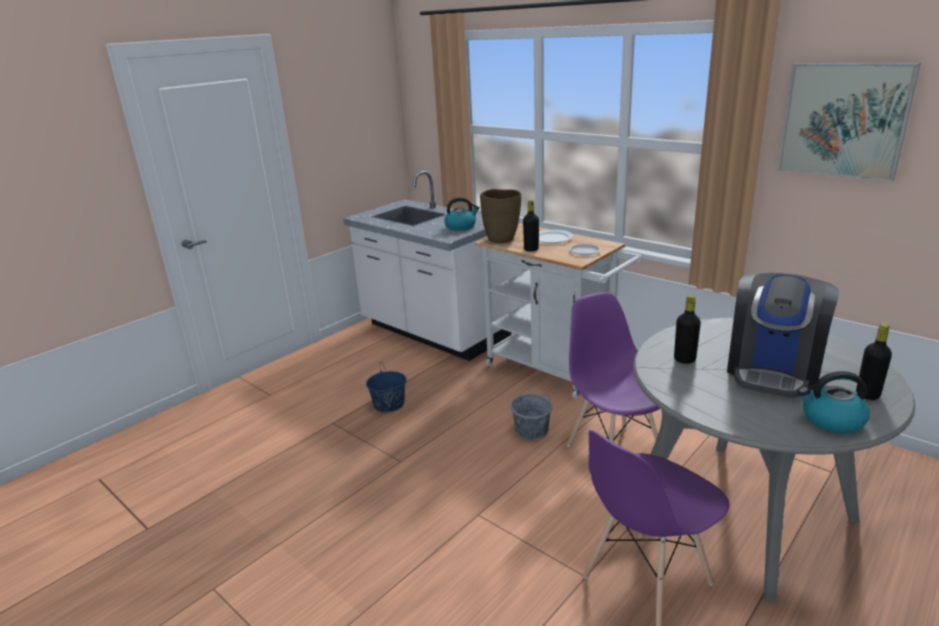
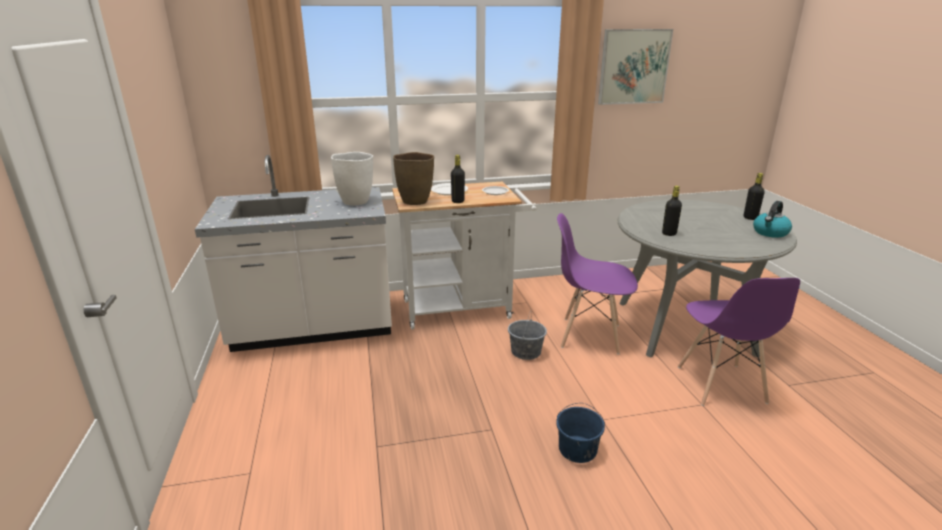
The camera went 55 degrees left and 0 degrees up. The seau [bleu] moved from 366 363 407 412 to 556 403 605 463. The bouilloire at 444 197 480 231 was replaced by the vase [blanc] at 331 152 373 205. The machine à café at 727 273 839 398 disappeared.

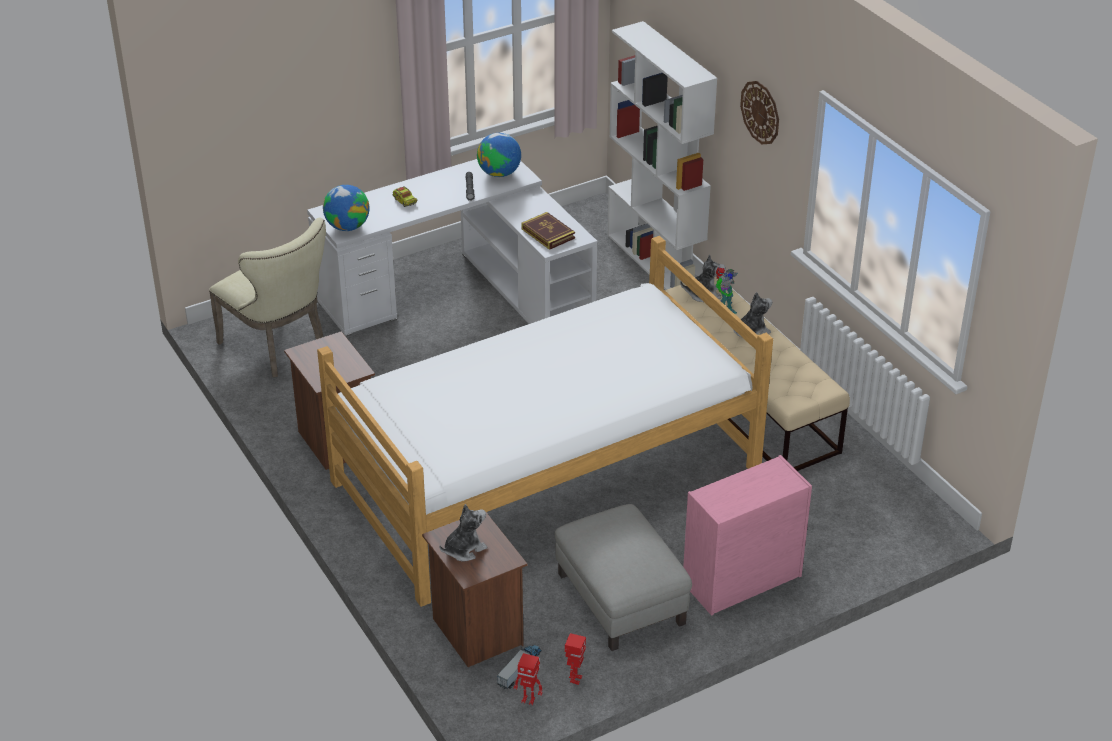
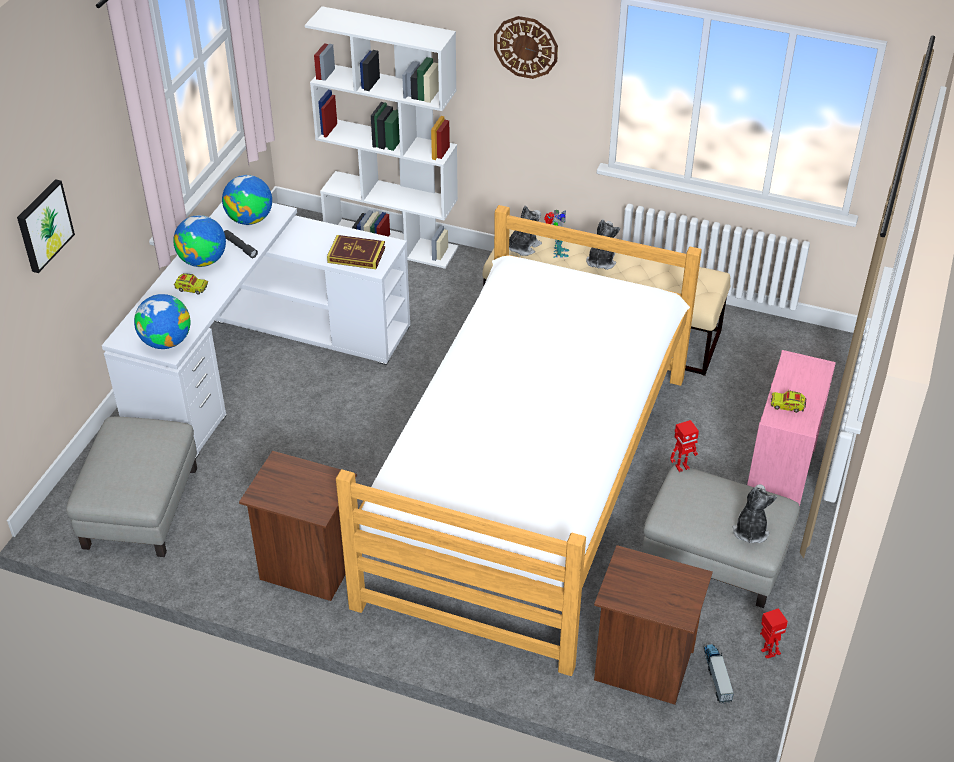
The camera went 40 degrees left and 5 degrees up. The chaise [beige] at 209 217 326 377 was replaced by the pouf [gris] at 66 417 197 557. The peluche moved from 439 504 487 561 to 732 484 777 543. The robot jouet moved from 513 653 543 705 to 670 420 699 472. The tableau at 17 179 75 273 appeared. The globe at 173 215 226 267 appeared. The camion jouet at 771 389 806 413 appeared.

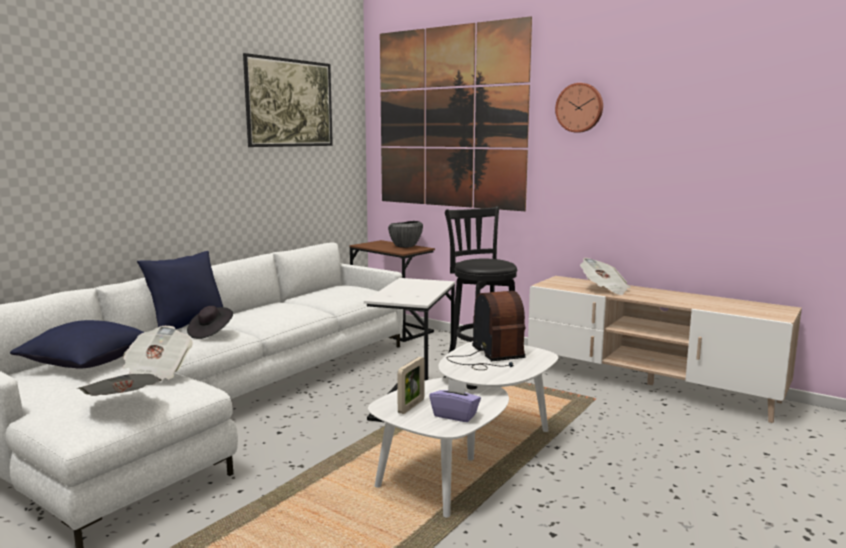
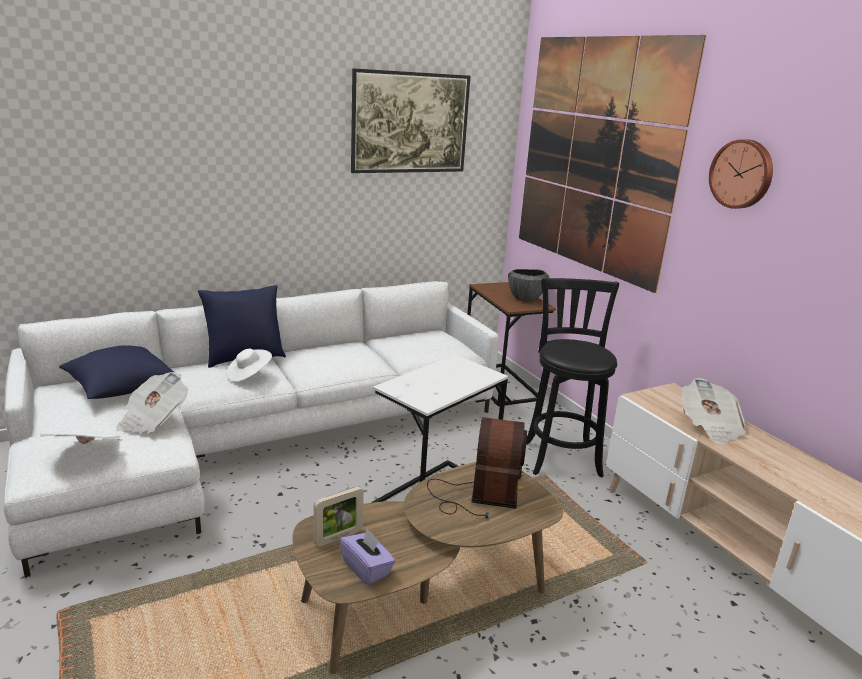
The camera went 25 degrees right and 10 degrees up. The chapeau [noir] at 187 306 233 339 became the chapeau [blanc] at 226 349 272 382. The table basse [blanc] at 368 341 558 518 became the table basse [marron] at 292 462 563 674.

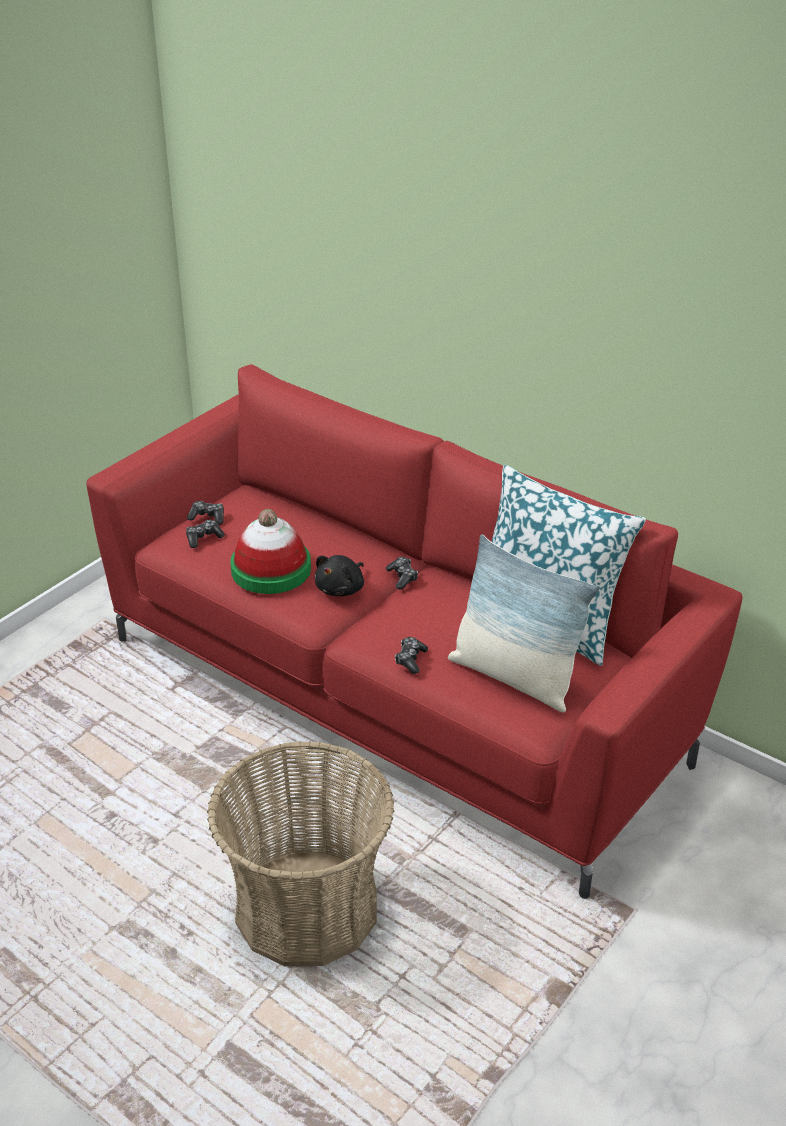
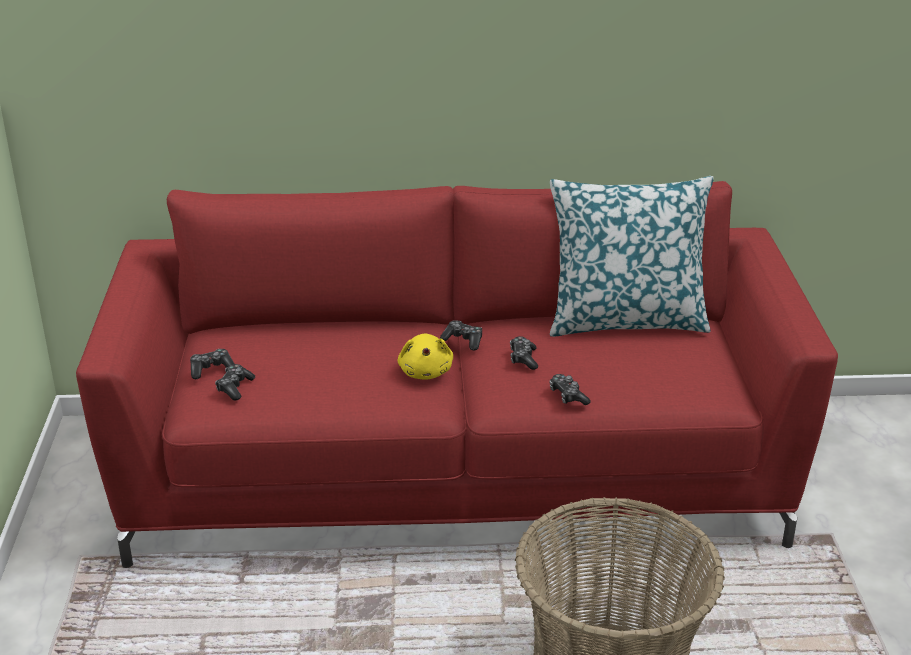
The camera went 40 degrees left and 5 degrees down. The chapeau at 231 509 311 594 disappeared. The peluche [noir] at 315 555 364 596 became the peluche [jaune] at 398 334 453 380. The coussin at 448 535 600 713 disappeared. The manette at 510 336 538 370 appeared.

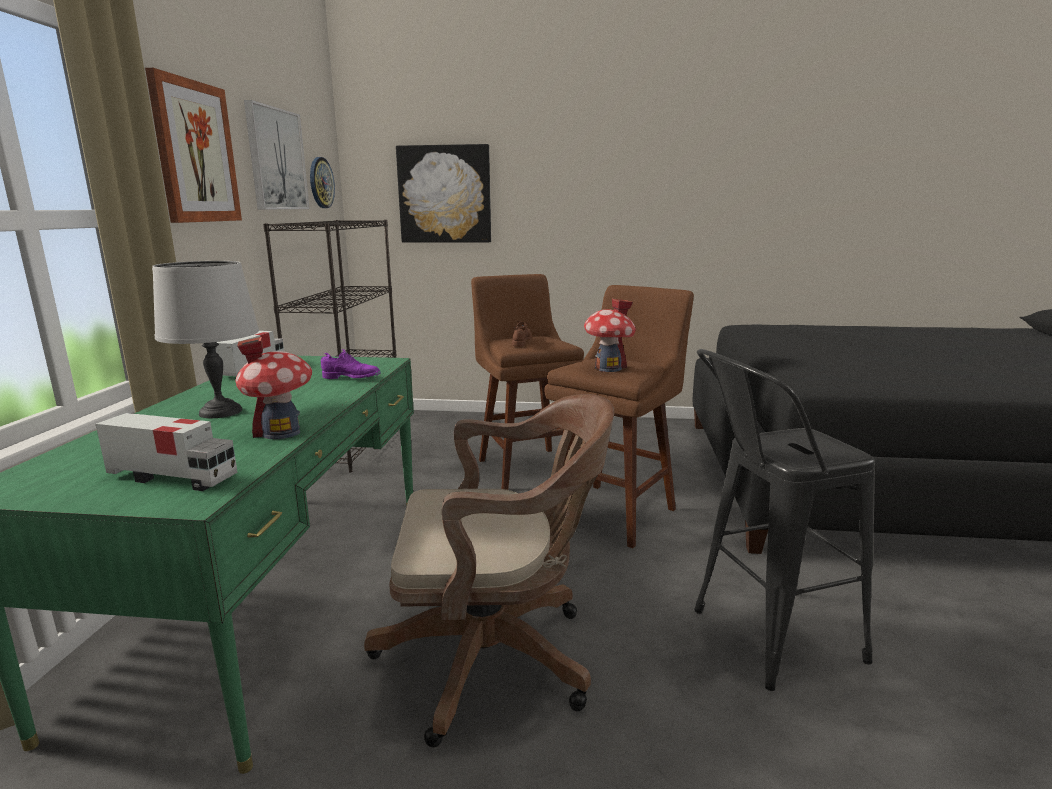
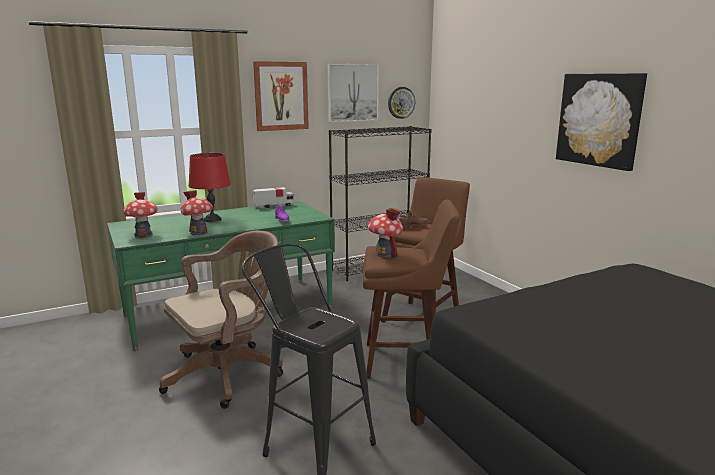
The camera went 55 degrees right and 0 degrees up. The camion jouet at 96 413 238 491 was replaced by the maison miniature at 123 192 158 238. The lampe de table [gris] at 152 261 259 418 became the lampe de table [rouge] at 189 153 231 222. The chaise de bureau [marron] at 364 394 614 747 turned 90 degrees counterclockwise. The tableau moved from 396 144 491 243 to 556 73 647 171.

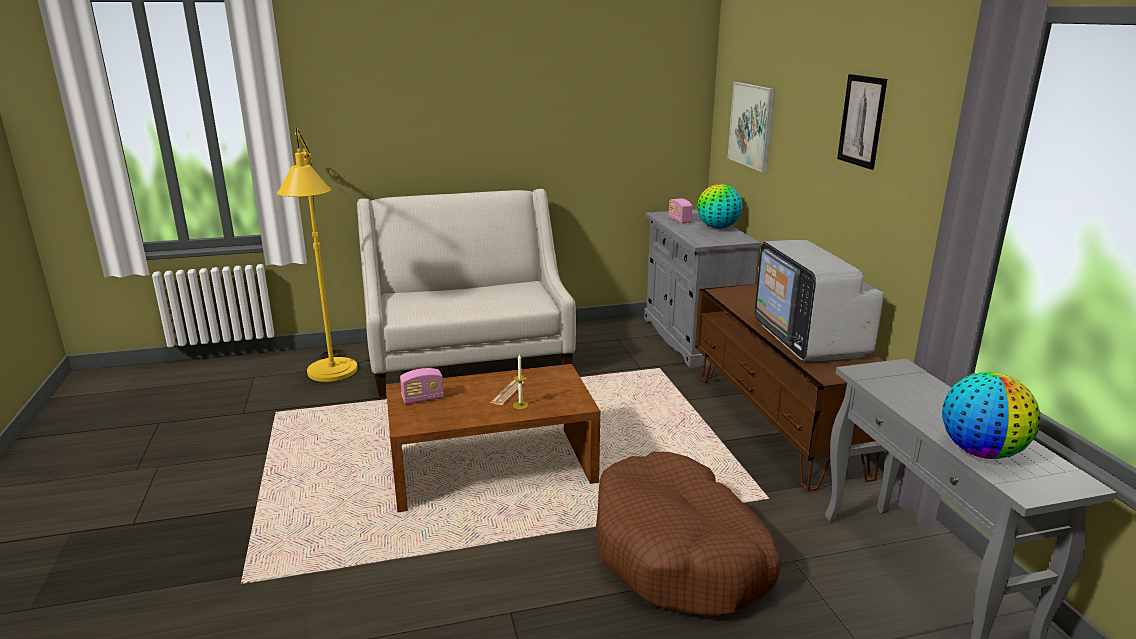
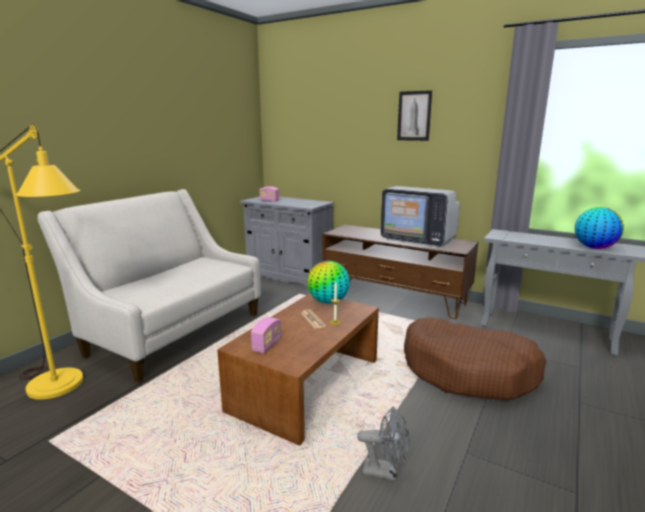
The camera went 45 degrees left and 5 degrees down. The globe moved from 697 184 742 229 to 307 261 350 303. The tableau at 728 82 775 172 disappeared. The ventilateur [gris] at 357 407 410 481 appeared.

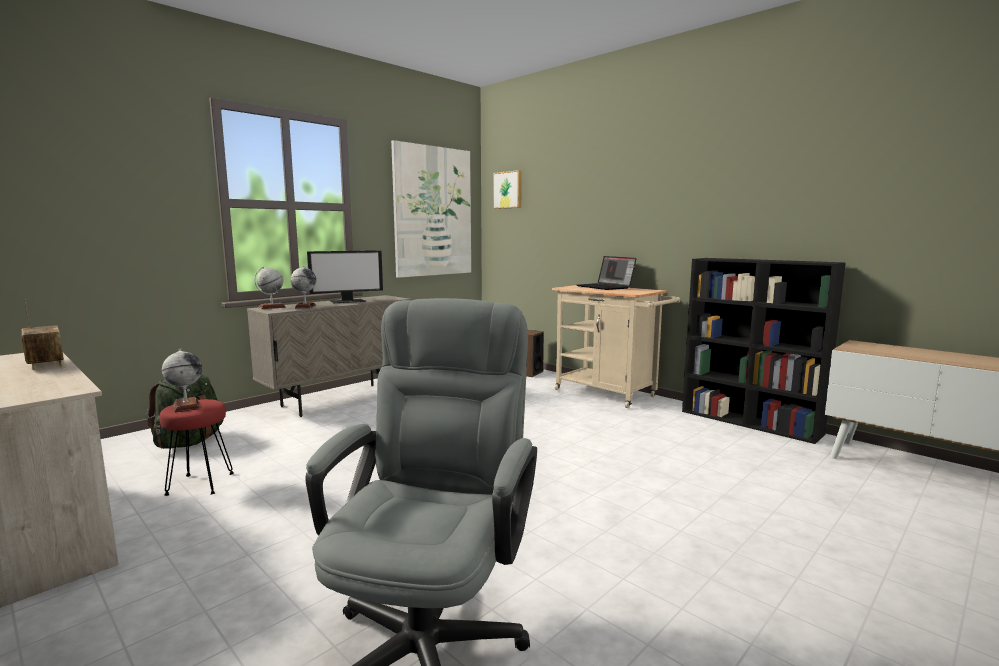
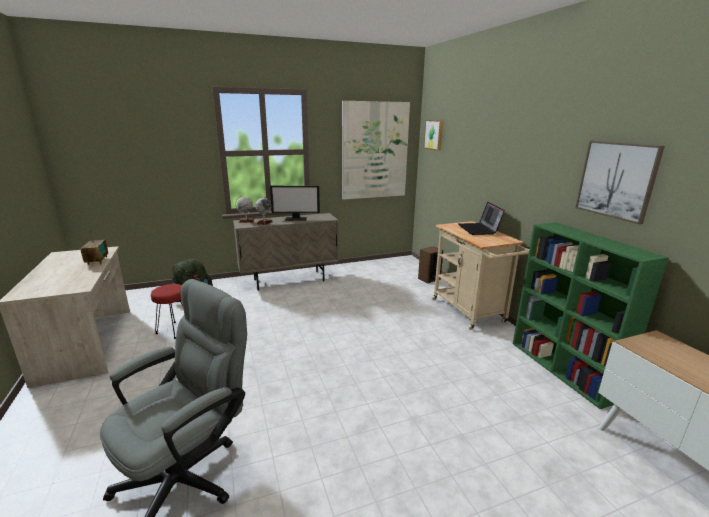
The camera went 25 degrees right and 10 degrees up. The globe at 162 349 202 412 disappeared. The bibliothèque [noir] at 682 258 846 444 became the bibliothèque [vert] at 513 222 669 409. The tableau at 575 141 665 224 appeared.

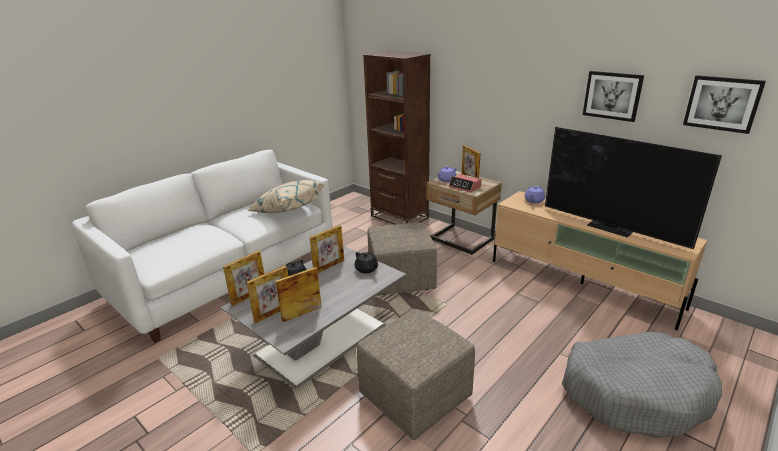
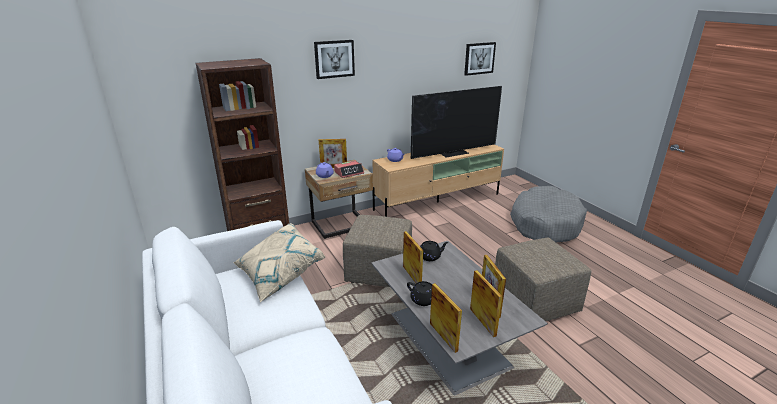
The camera went 70 degrees left and 0 degrees up. The tableau moved from 583 71 644 122 to 314 40 355 79.

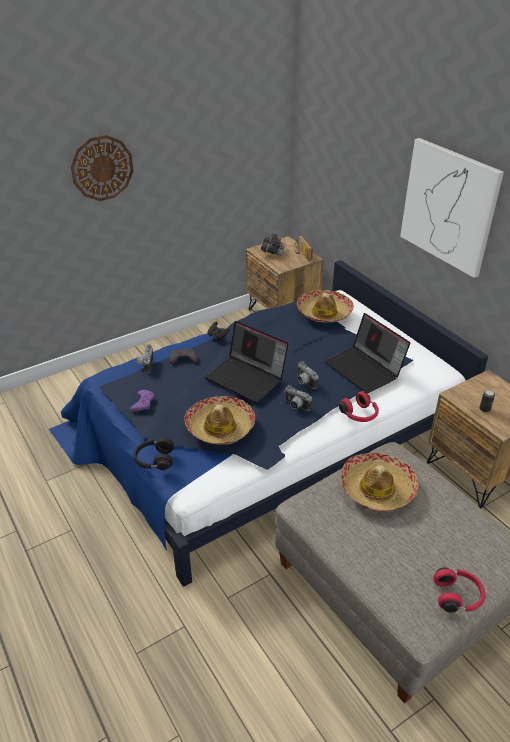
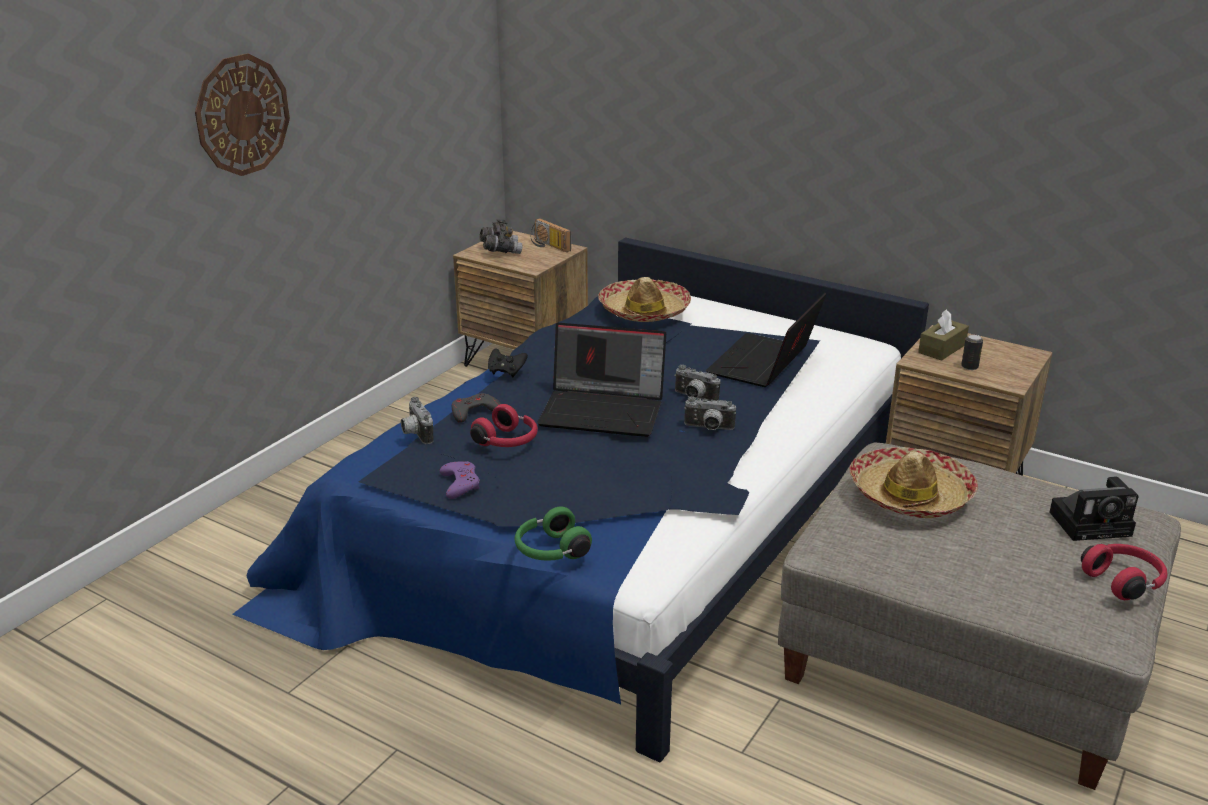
The camera went 25 degrees left and 10 degrees down. The casque audio [noir] at 134 438 174 470 became the casque audio [vert] at 515 506 592 561. The chapeau at 184 396 255 445 disappeared. The ordinateur portable at 325 313 410 394 turned 90 degrees clockwise. The casque audio [rouge] moved from 339 392 379 422 to 470 404 538 447. The tableau at 400 138 504 278 disappeared. The boîte à mouchoirs [marron] at 918 309 969 361 appeared. The appareil photo at 1050 477 1139 541 appeared.

